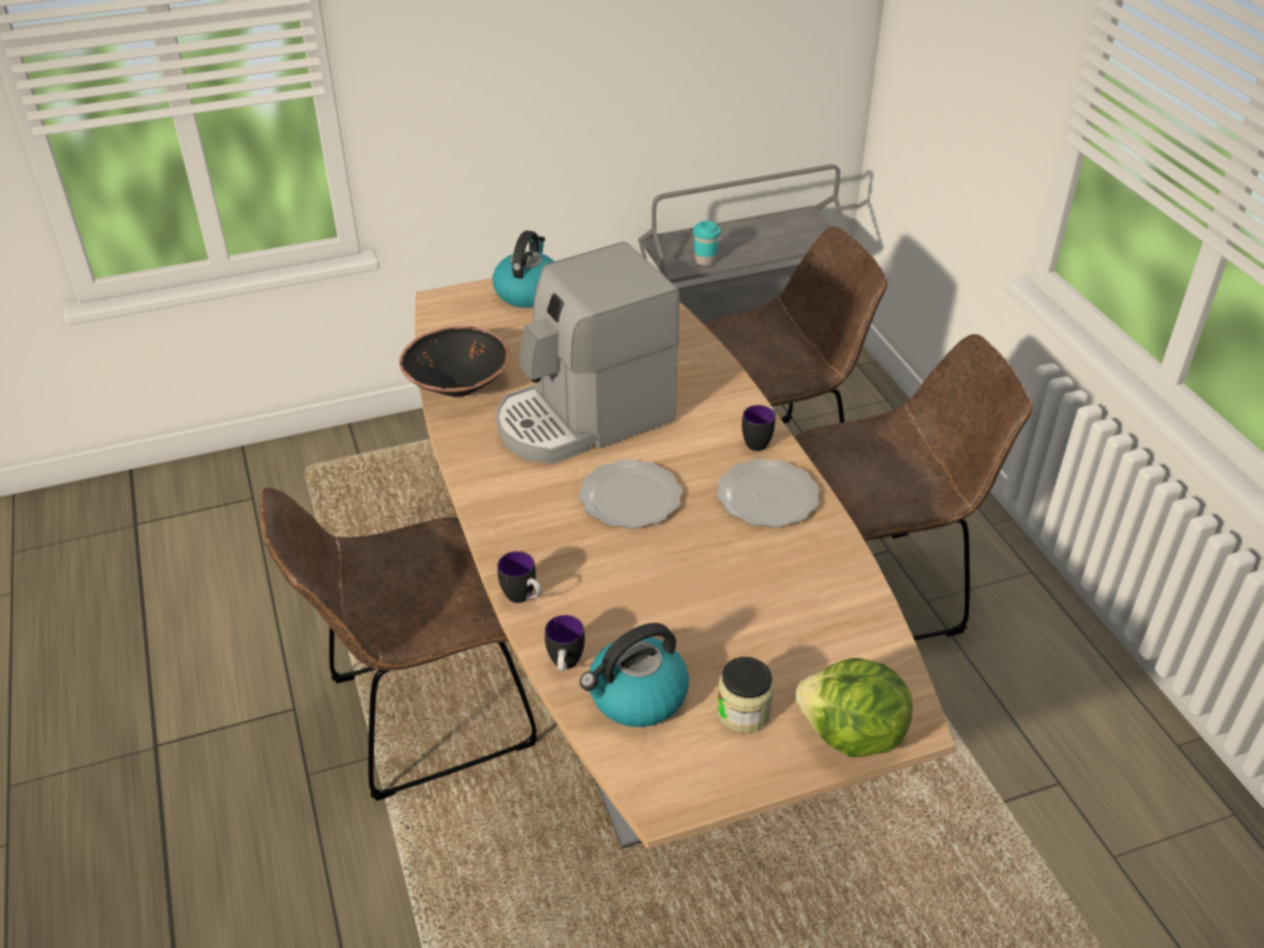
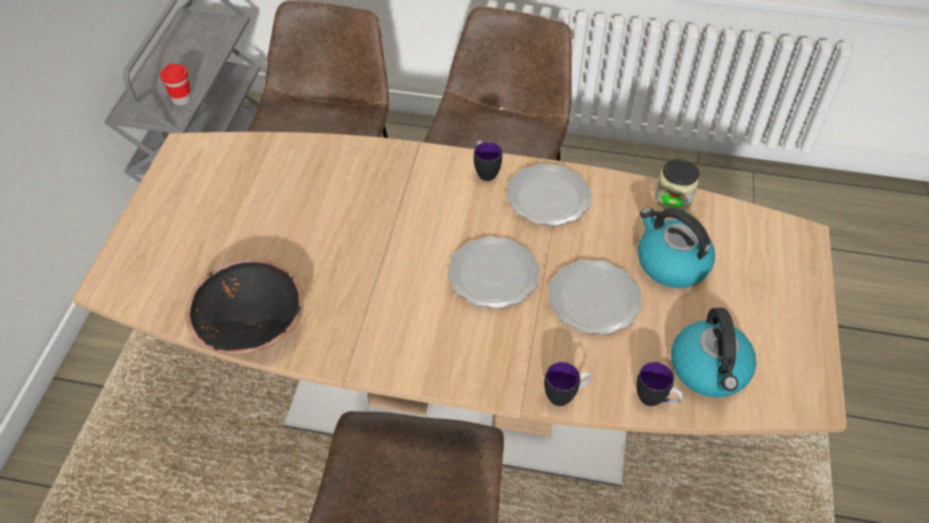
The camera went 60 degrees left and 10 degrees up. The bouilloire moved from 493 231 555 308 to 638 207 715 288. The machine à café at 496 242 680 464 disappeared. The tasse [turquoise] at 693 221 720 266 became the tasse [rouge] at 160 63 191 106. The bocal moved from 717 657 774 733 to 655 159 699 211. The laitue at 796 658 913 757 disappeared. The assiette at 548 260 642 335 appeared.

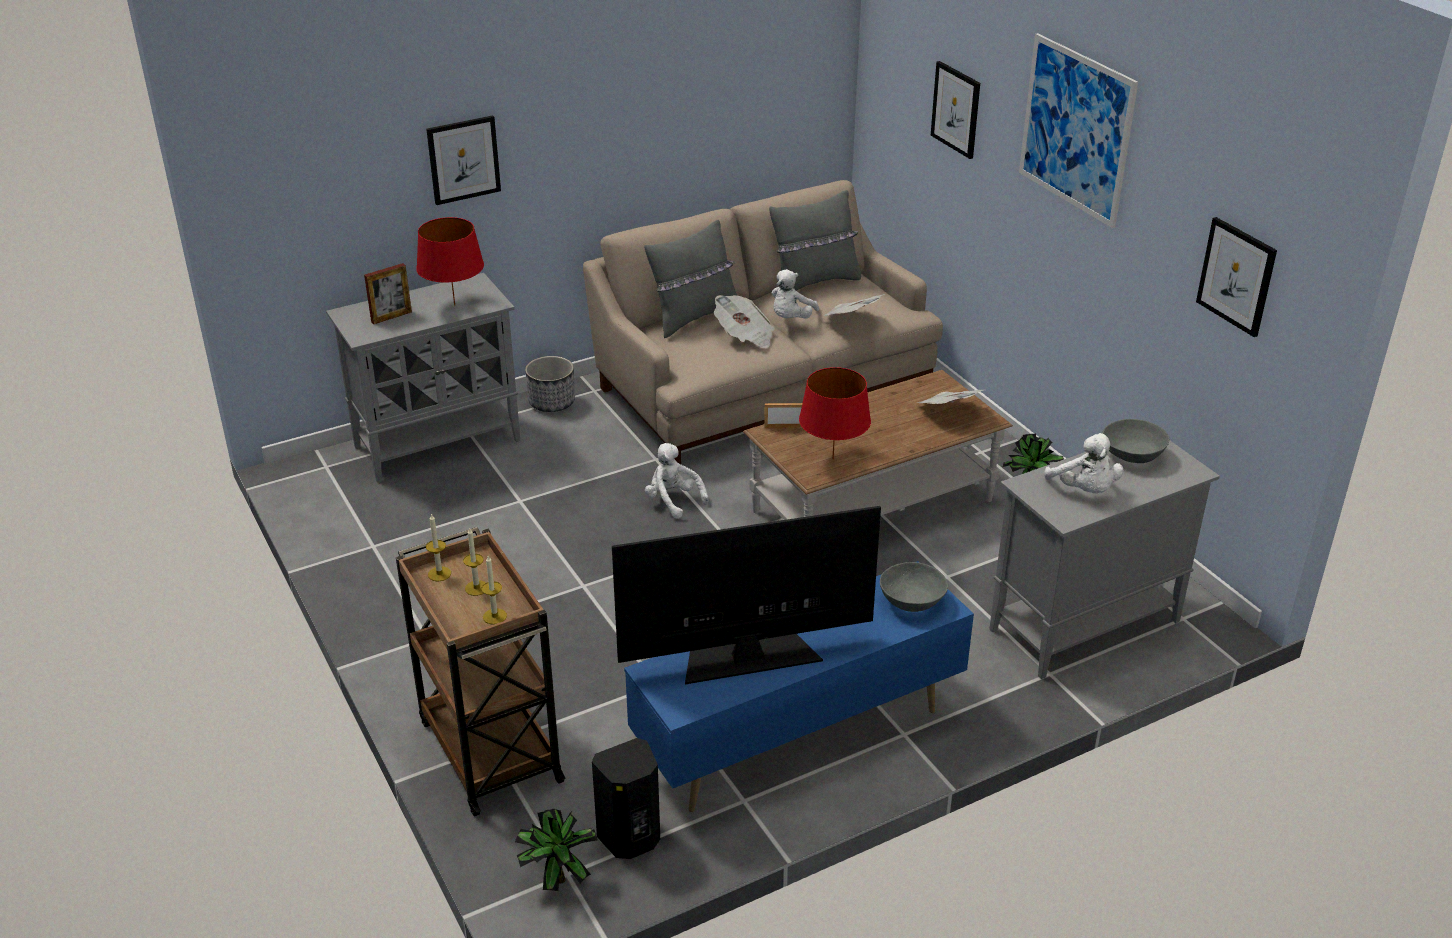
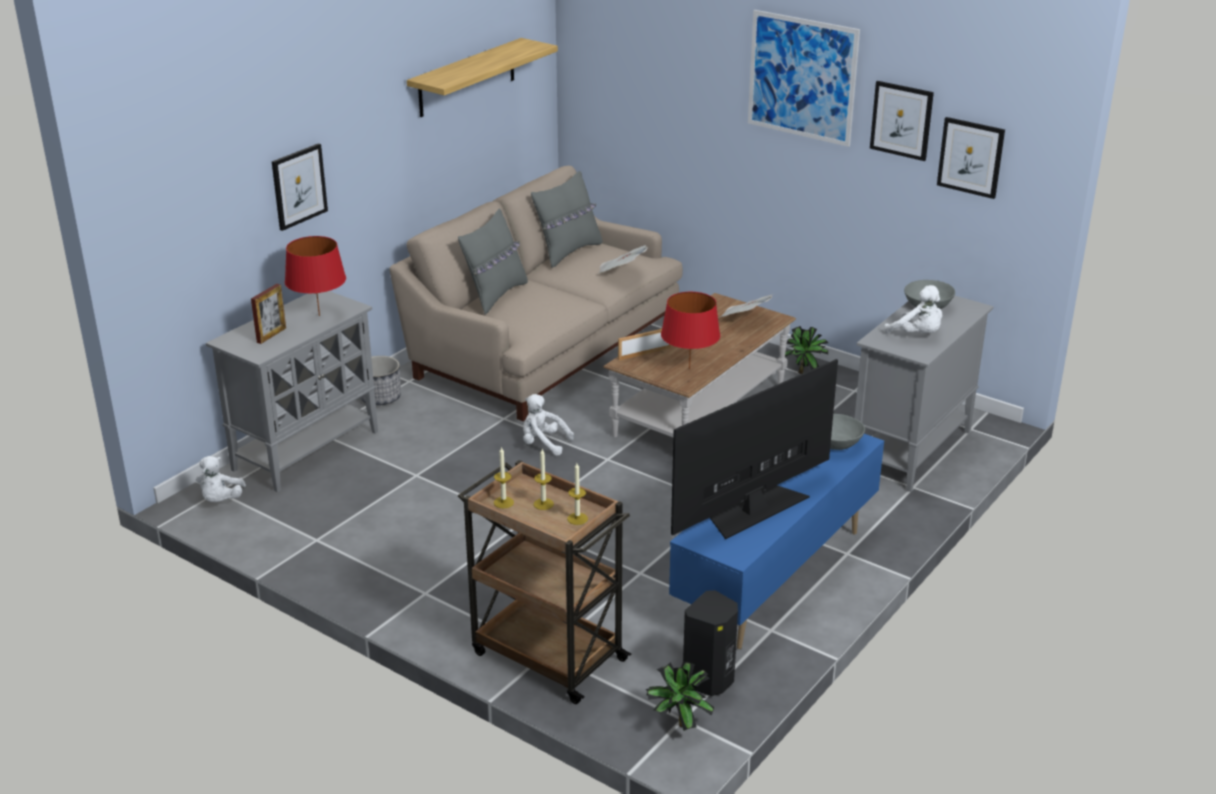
The camera went 25 degrees left and 5 degrees down. The journal at 714 295 775 349 disappeared. The peluche [blanc] moved from 771 269 819 318 to 196 456 246 502. The tableau moved from 931 61 980 159 to 870 81 934 161. The étagère at 407 38 558 117 appeared.

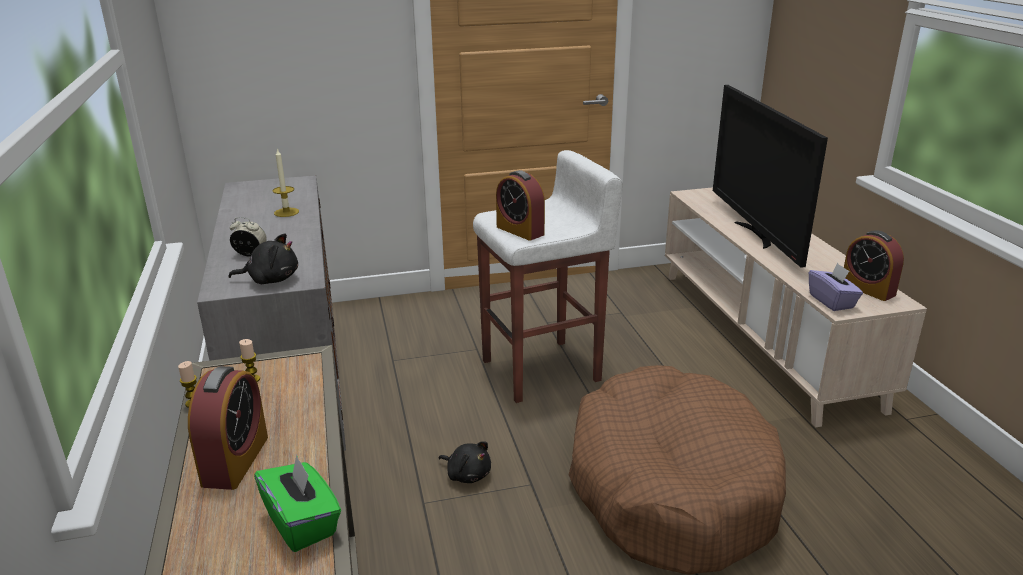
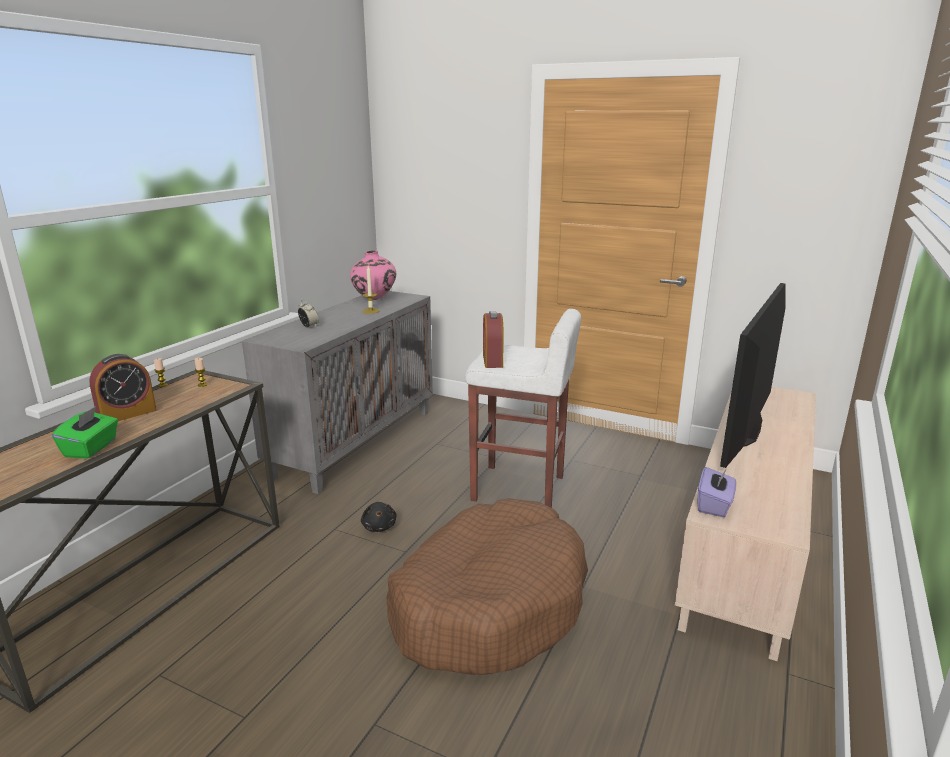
The camera went 40 degrees right and 5 degrees down. The peluche [noir] at 229 233 298 284 disappeared. The réveil at 844 230 904 301 disappeared. The vase [rose] at 350 250 396 300 appeared.

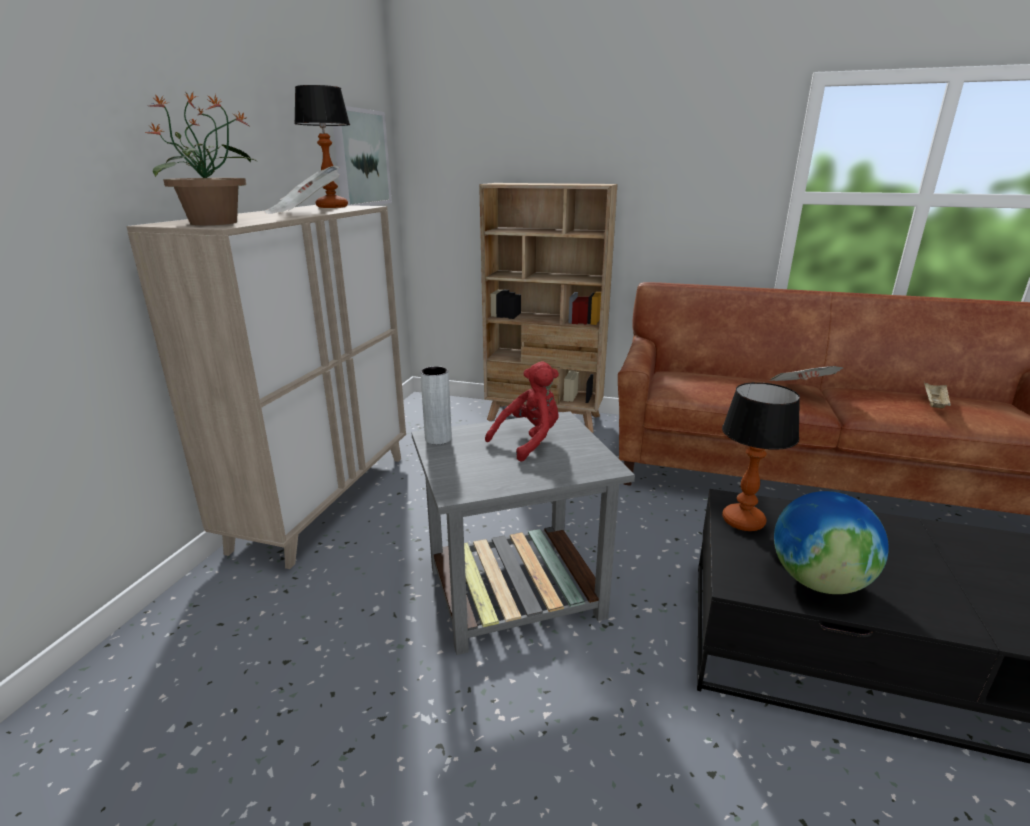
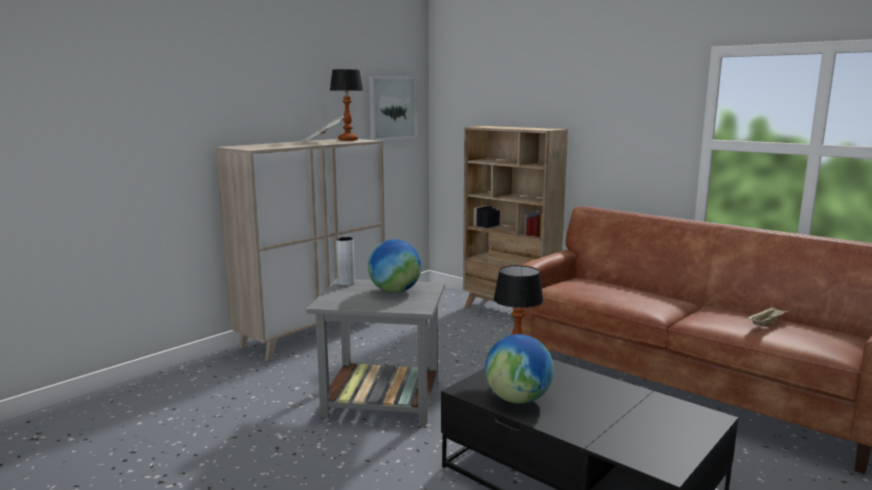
The camera went 25 degrees right and 10 degrees down. The plante en pot at 144 92 259 225 disappeared. The peluche [rouge] at 485 361 559 462 was replaced by the globe at 368 239 422 293. The journal at 769 366 843 381 disappeared.

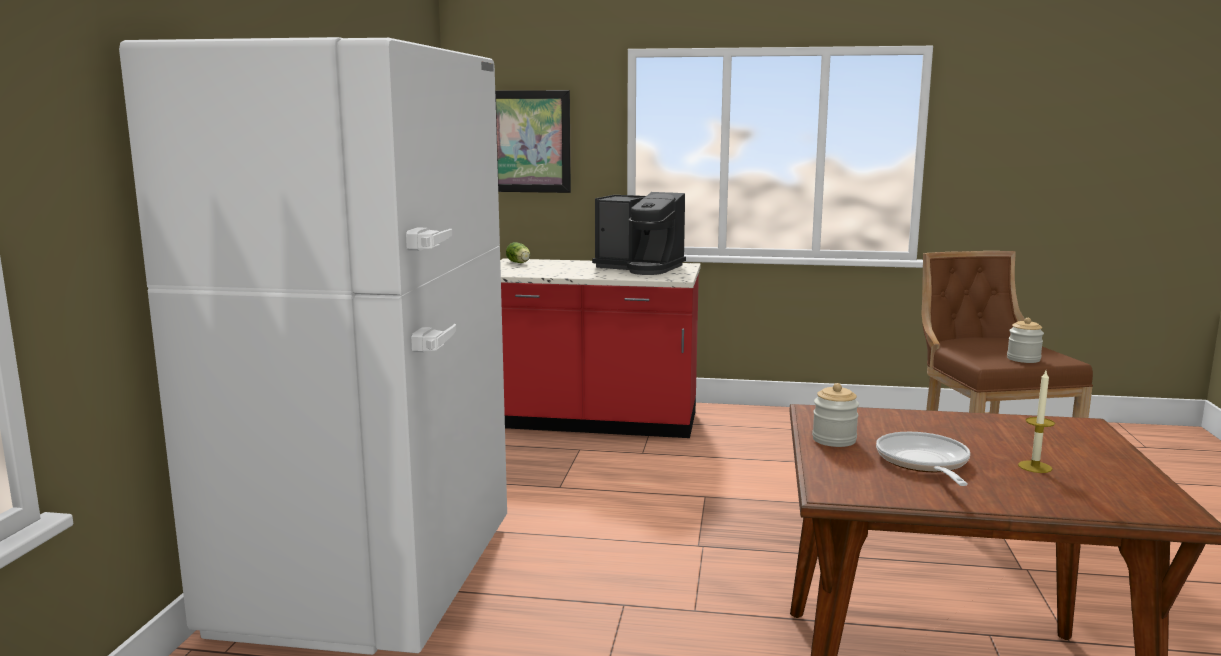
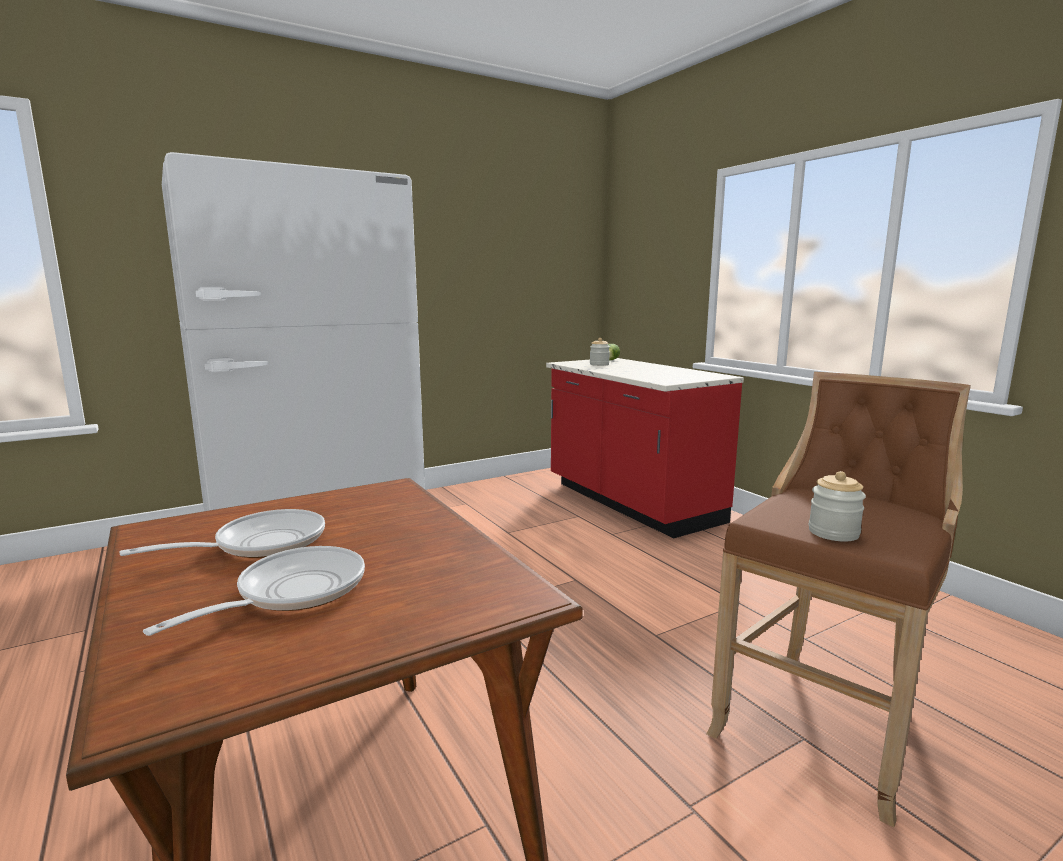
The camera went 50 degrees right and 0 degrees up. The tableau at 495 90 571 193 disappeared. The machine à café at 592 192 686 275 disappeared. The bocal moved from 812 383 859 447 to 590 338 610 366. The bougie at 1018 371 1055 473 was replaced by the poêle at 143 546 365 636.

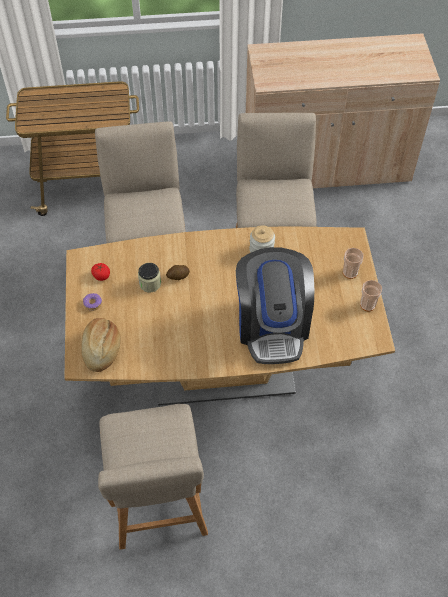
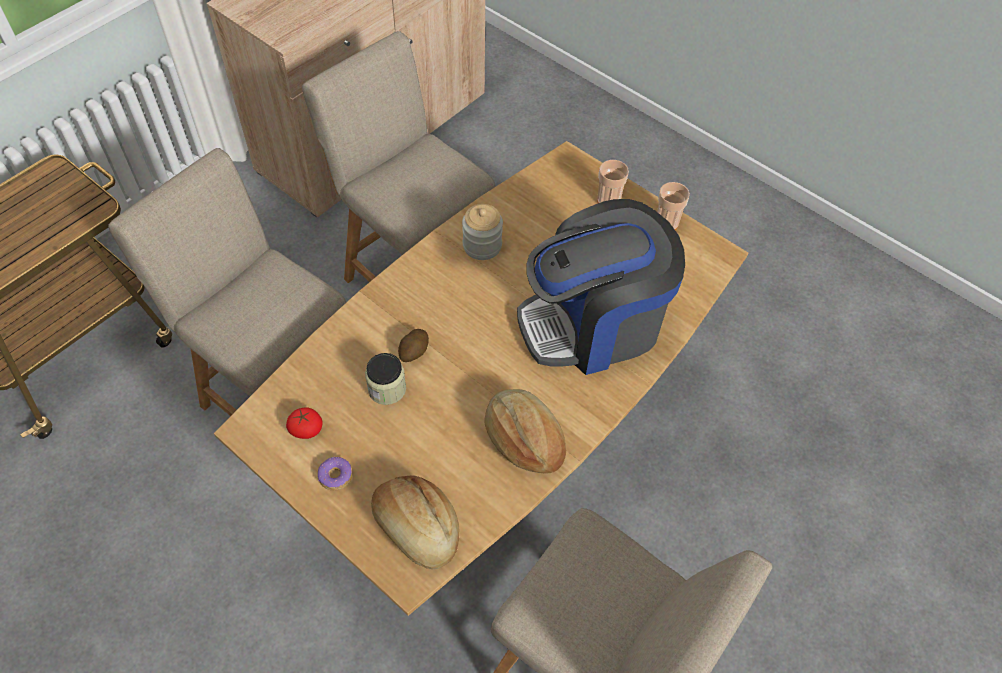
The camera went 45 degrees left and 0 degrees up. The machine à café at 236 247 314 364 turned 120 degrees clockwise. The pain at 484 389 566 474 appeared.

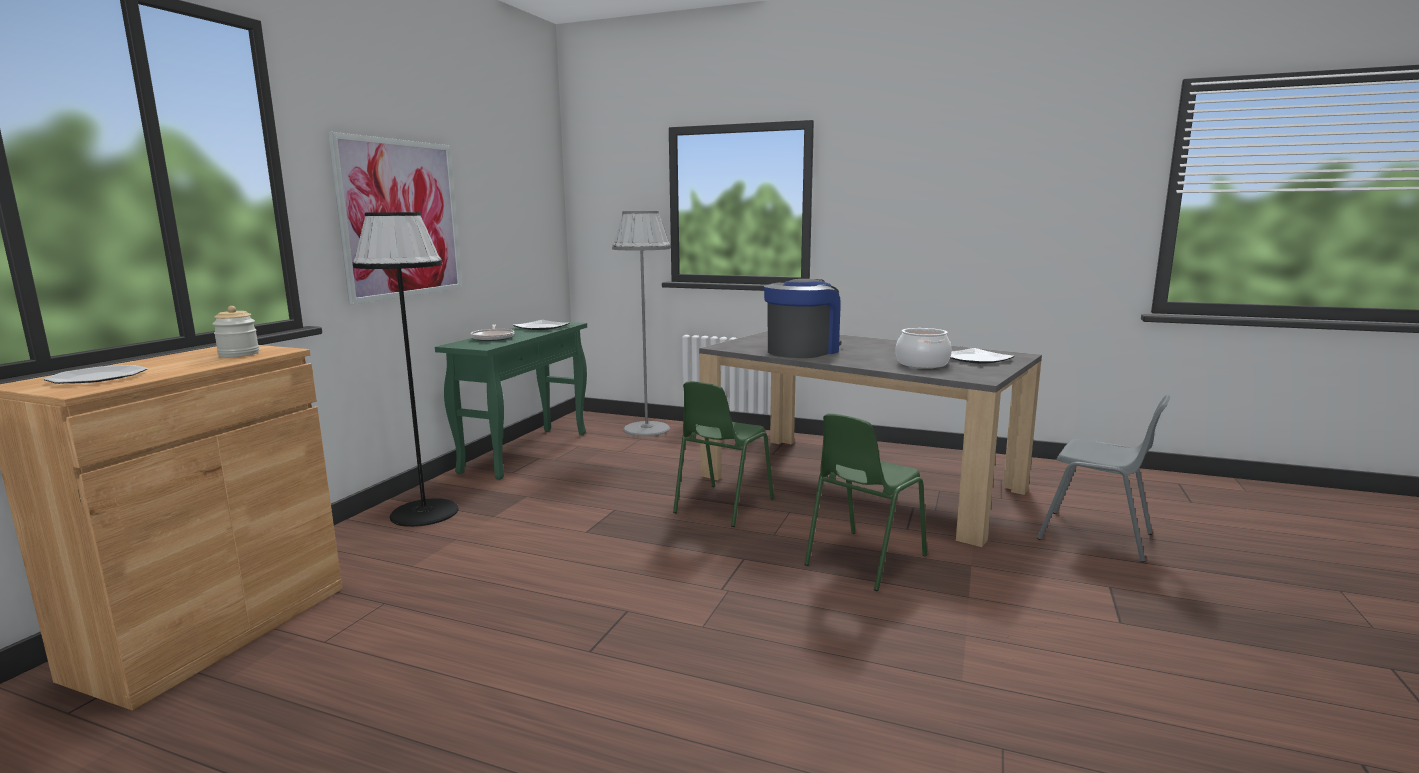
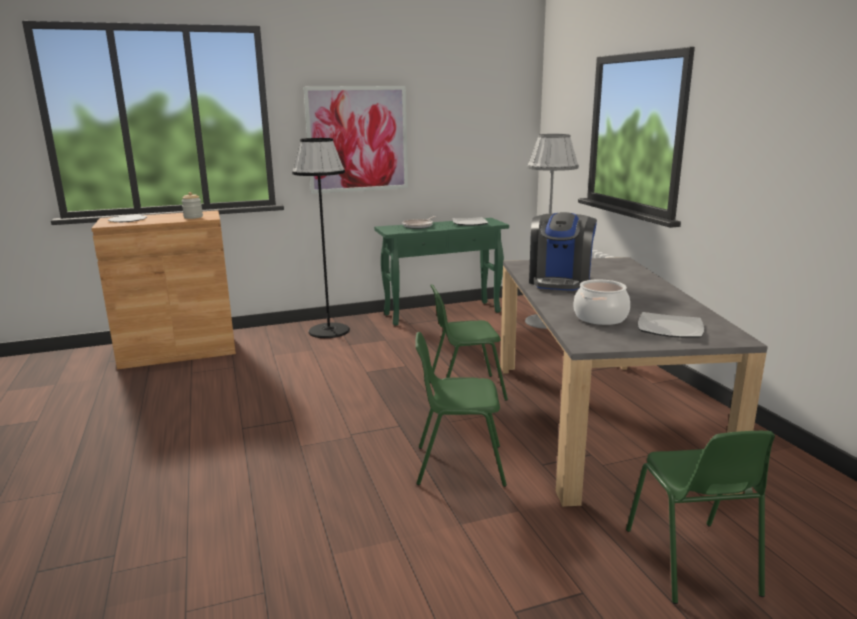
The camera went 50 degrees right and 5 degrees up. The machine à café at 764 279 841 358 turned 105 degrees clockwise. The chaise [gris] at 1037 395 1170 562 became the chaise [vert] at 626 431 775 604.

